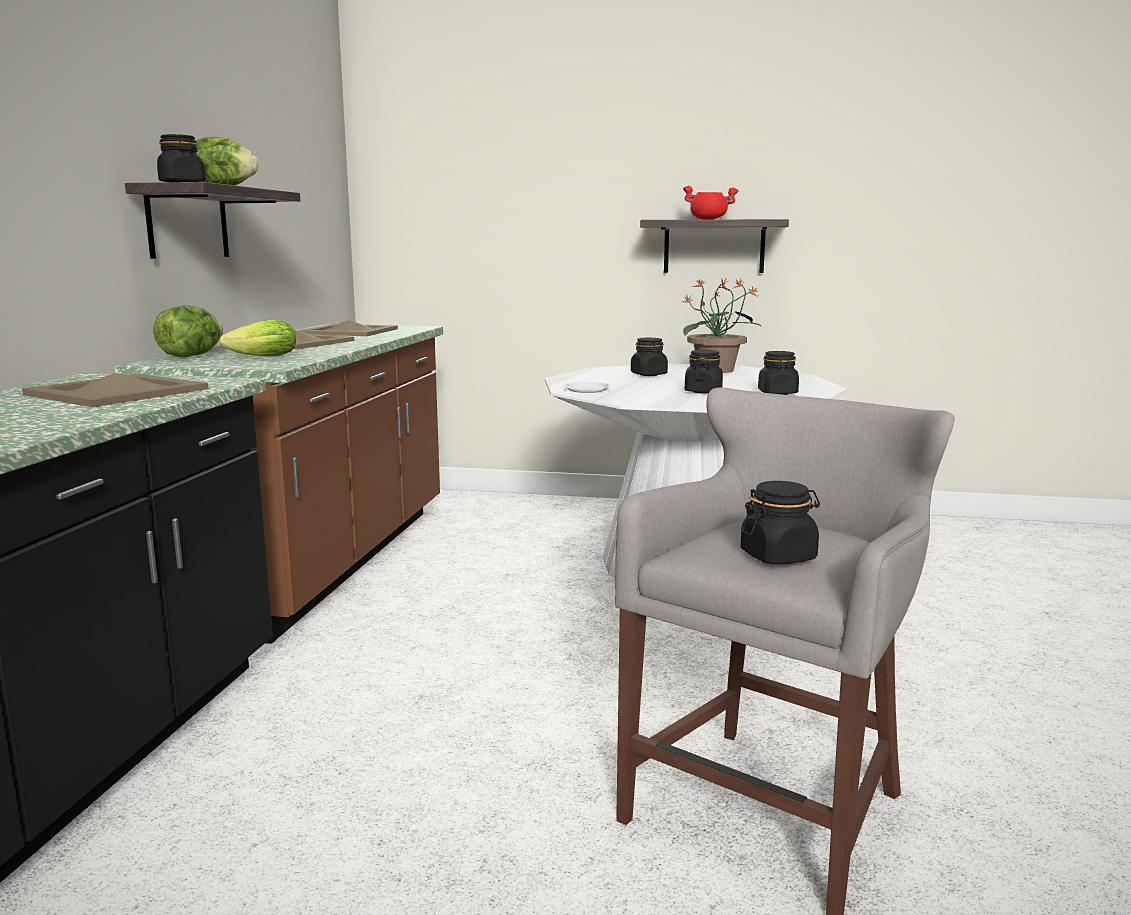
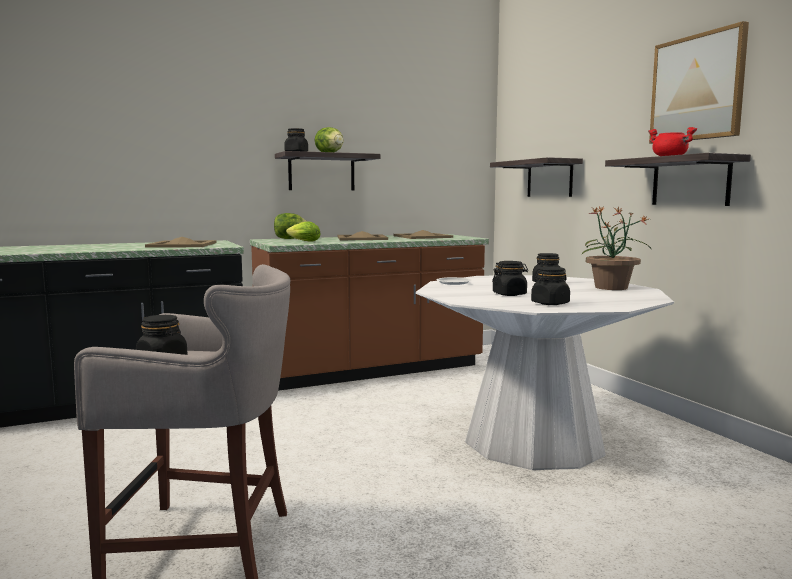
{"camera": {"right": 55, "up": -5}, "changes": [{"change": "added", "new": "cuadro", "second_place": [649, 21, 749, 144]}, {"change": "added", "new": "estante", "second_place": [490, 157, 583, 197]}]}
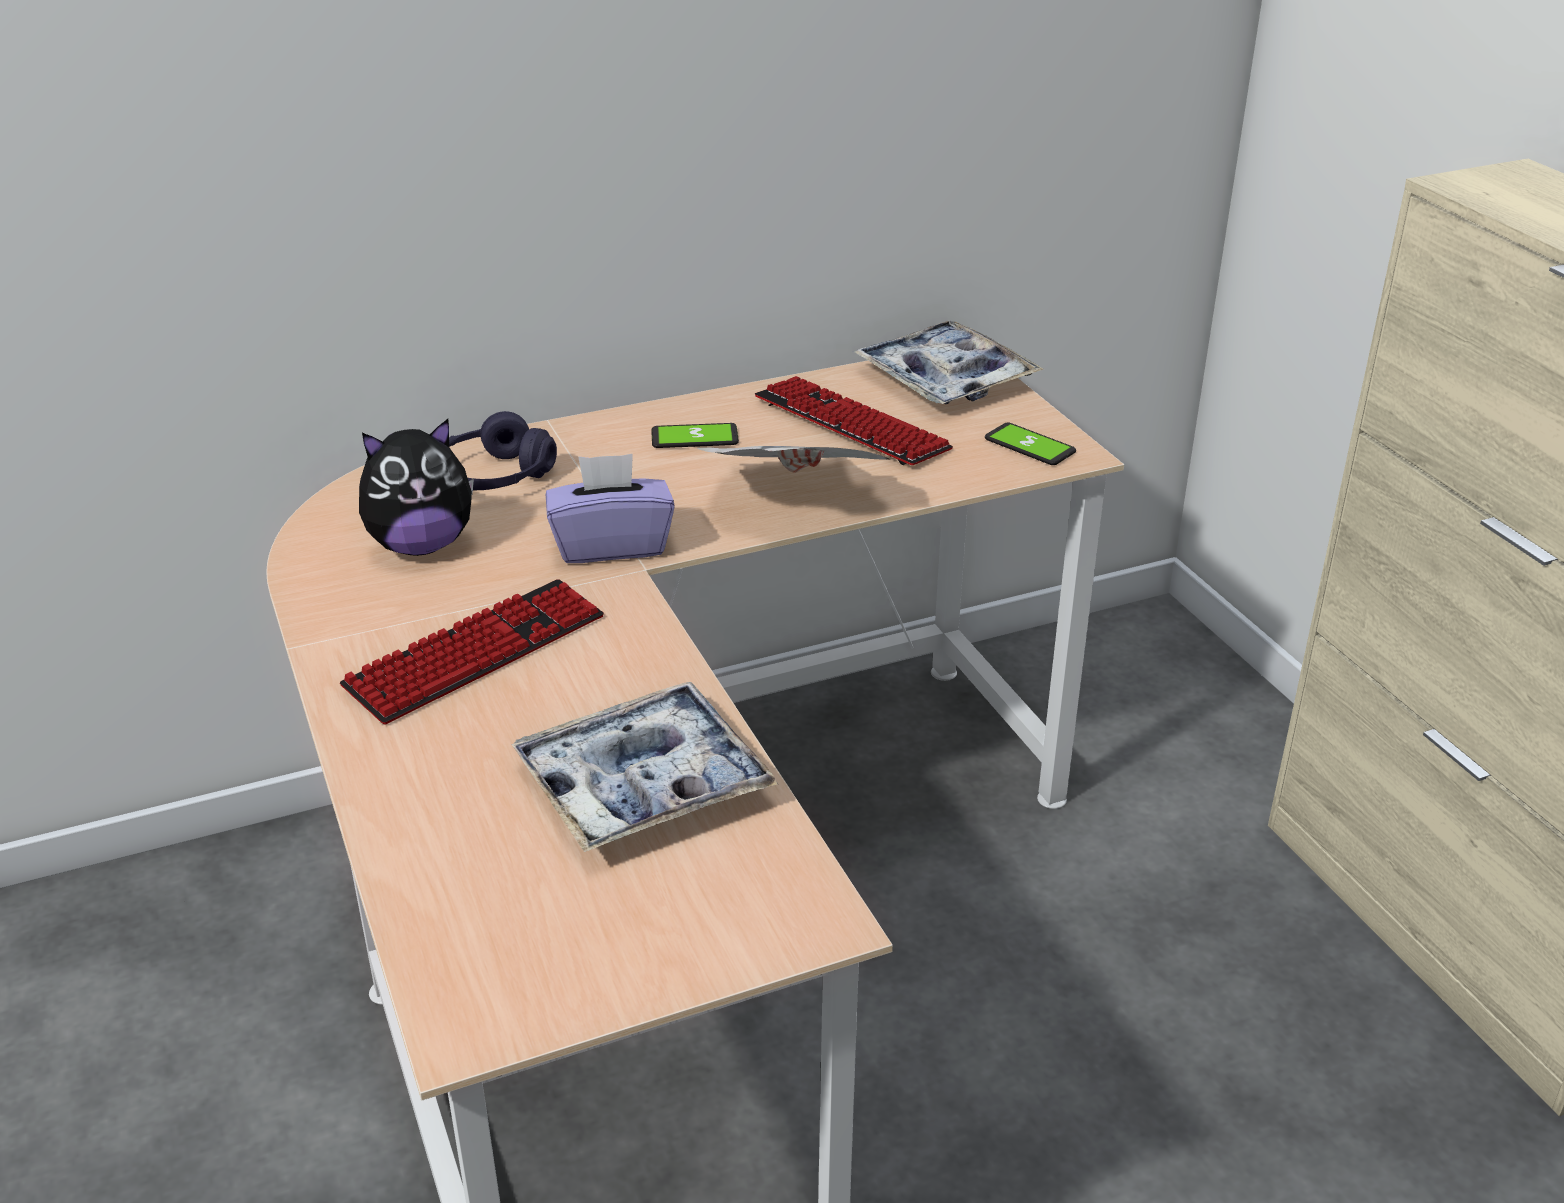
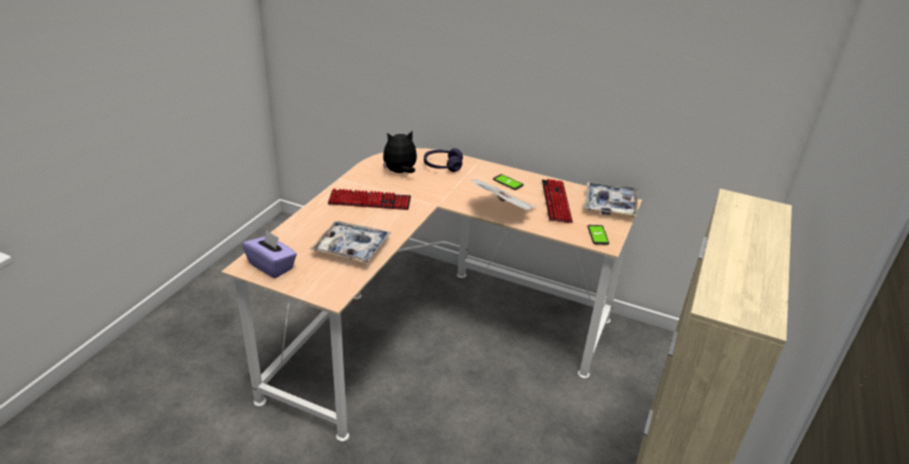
{"camera": {"right": 45, "up": 0}, "changes": [{"change": "turned", "old": "peluche", "first_place": [359, 419, 474, 556], "second_place": [383, 131, 417, 173], "degrees": 135}, {"change": "moved", "old": "caja de pañuelos/morado", "first_place": [546, 454, 675, 563], "second_place": [242, 230, 297, 278]}]}
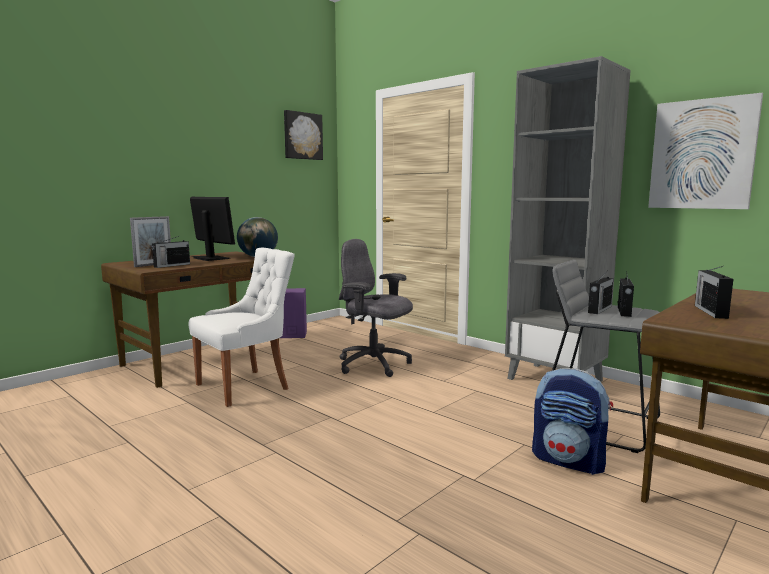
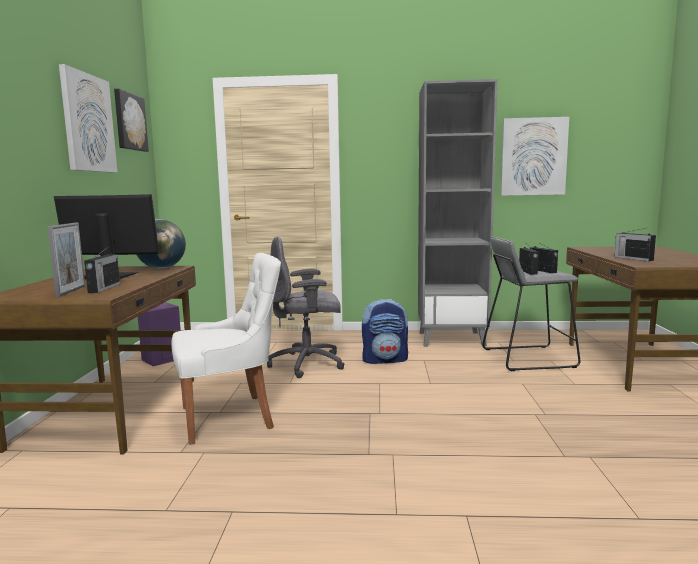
{"camera": {"right": -40, "up": 0}, "changes": [{"change": "turned", "old": "silla/blanco", "first_place": [188, 247, 295, 407], "second_place": [171, 253, 281, 445], "degrees": 60}, {"change": "moved", "old": "mochila", "first_place": [532, 368, 613, 475], "second_place": [362, 299, 408, 364]}, {"change": "added", "new": "cuadro", "second_place": [59, 64, 117, 173]}]}
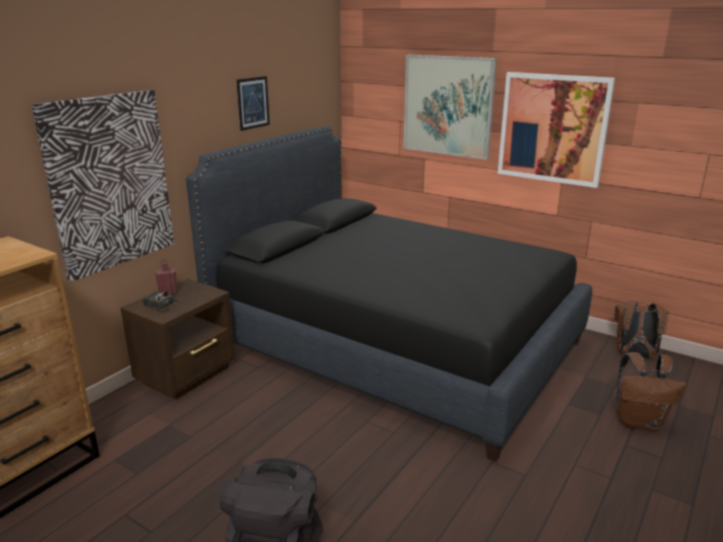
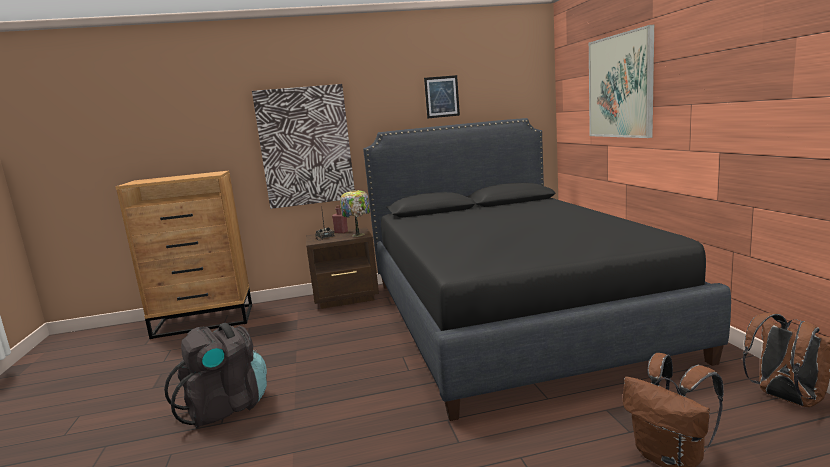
{"camera": {"right": 45, "up": -10}, "changes": [{"change": "removed", "old": "cuadro", "first_place": [498, 72, 615, 188]}, {"change": "added", "new": "lámpara de mesa", "second_place": [340, 190, 370, 237]}]}
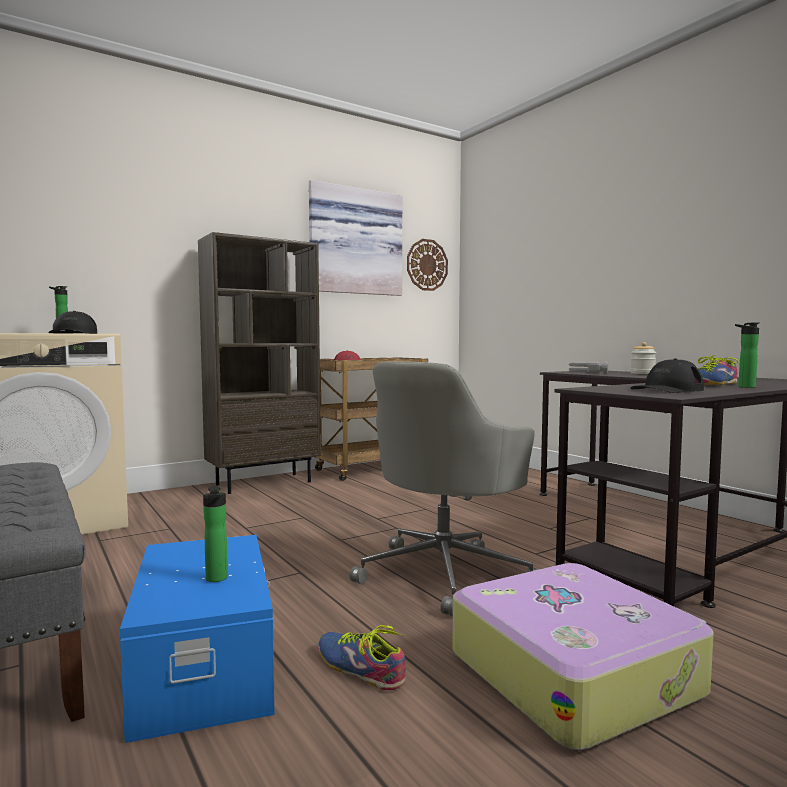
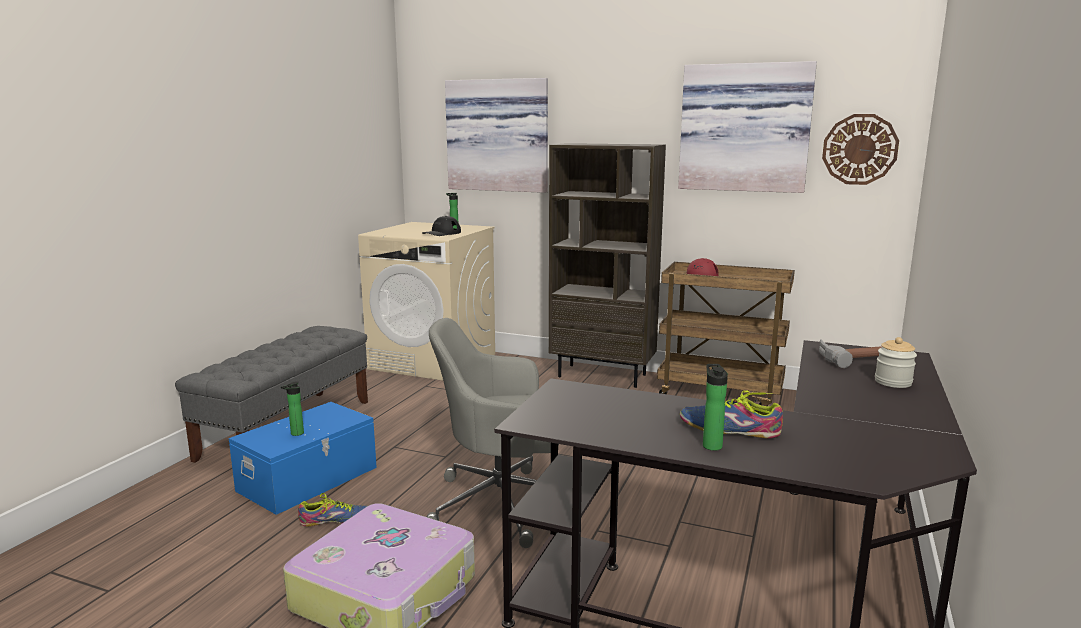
{"camera": {"right": 55, "up": 10}, "changes": [{"change": "removed", "old": "gorra/negro", "first_place": [630, 359, 704, 393]}, {"change": "turned", "old": "zapato", "first_place": [318, 625, 406, 690], "second_place": [298, 493, 367, 527], "degrees": 75}, {"change": "added", "new": "cuadro", "second_place": [445, 78, 548, 193]}]}
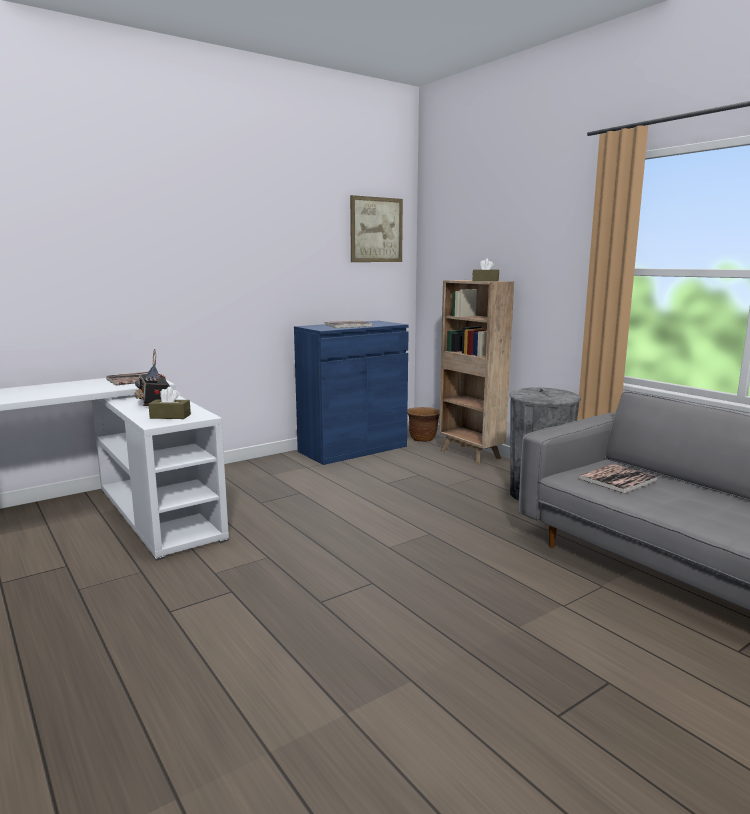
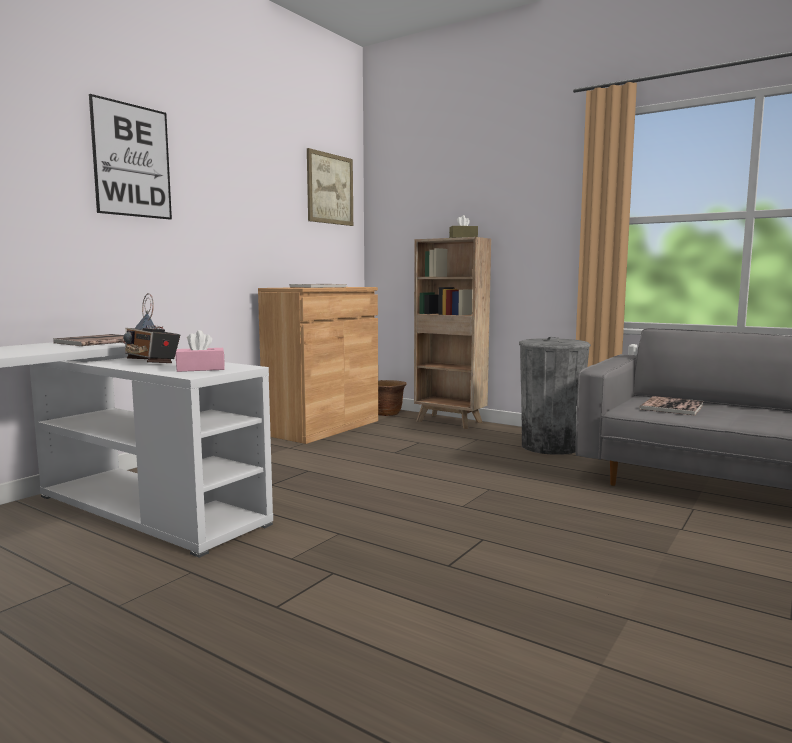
{"camera": {"right": -20, "up": -5}, "changes": [{"change": "recoloured", "old": "armario/azul", "new": "armario/marrón", "first_place": [294, 321, 409, 465], "second_place": [258, 287, 378, 444]}, {"change": "recoloured", "old": "caja de pañuelos/marrón", "new": "caja de pañuelos/rosa", "first_place": [148, 387, 191, 419], "second_place": [176, 330, 225, 372]}, {"change": "added", "new": "cuadro", "second_place": [89, 94, 172, 220]}]}
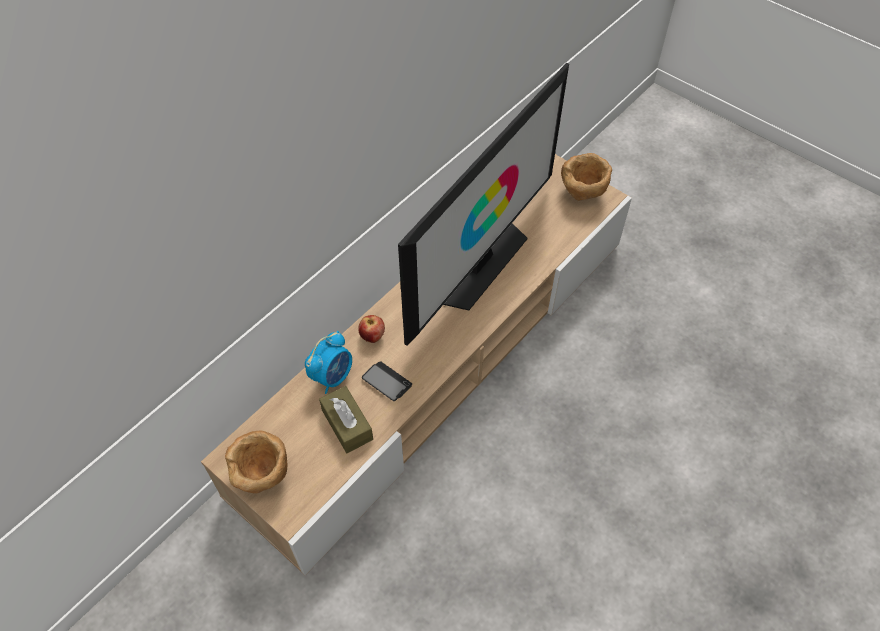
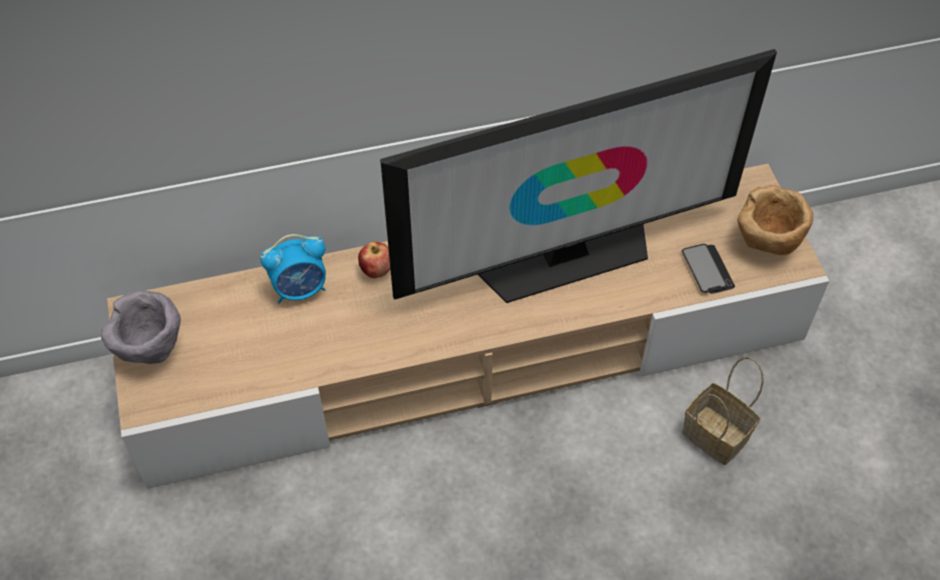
{"camera": {"right": 35, "up": 0}, "changes": [{"change": "moved", "old": "móvil", "first_place": [362, 361, 412, 401], "second_place": [682, 244, 735, 294]}, {"change": "removed", "old": "caja de pañuelos/marrón", "first_place": [319, 386, 373, 453]}, {"change": "recoloured", "old": "cuenco/marrón", "new": "cuenco/gris", "first_place": [225, 431, 288, 494], "second_place": [101, 290, 181, 364]}, {"change": "added", "new": "cesta", "second_place": [682, 357, 764, 465]}]}
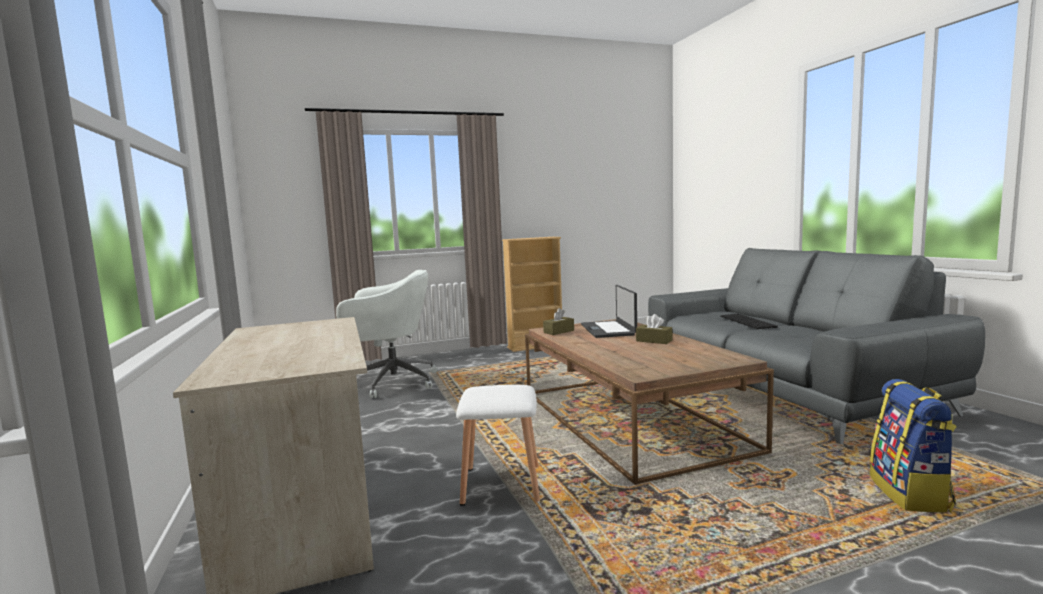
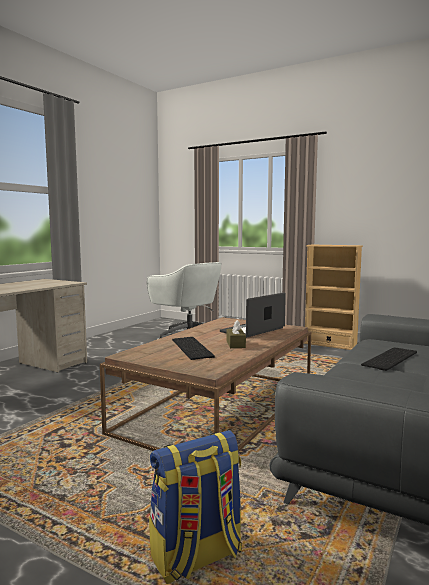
{"camera": {"right": 50, "up": 0}, "changes": [{"change": "removed", "old": "caja de pañuelos/marrón", "first_place": [543, 308, 574, 335]}, {"change": "removed", "old": "taburete/blanco", "first_place": [456, 385, 540, 506]}, {"change": "added", "new": "teclado", "second_place": [172, 337, 215, 360]}]}
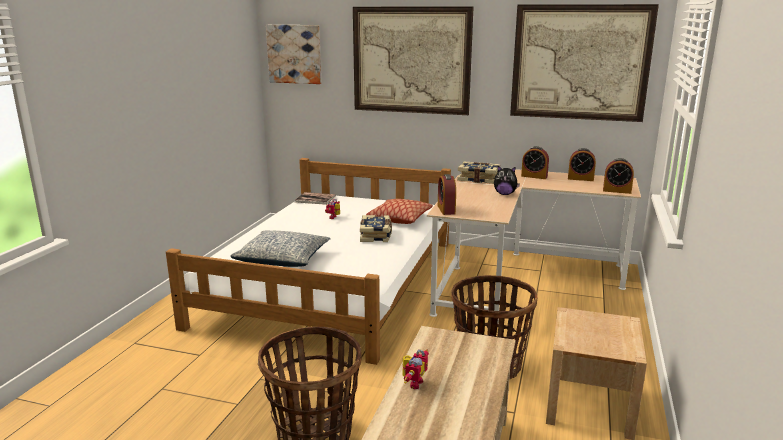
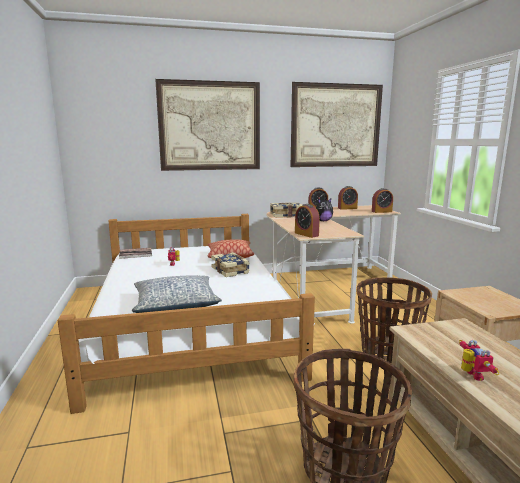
{"camera": {"right": -30, "up": -5}, "changes": [{"change": "removed", "old": "cuadro", "first_place": [266, 25, 321, 84]}]}
